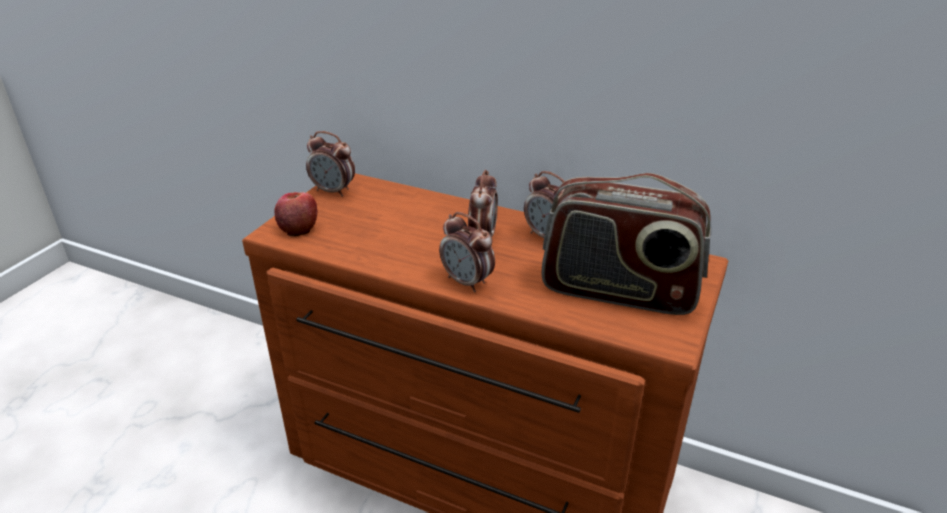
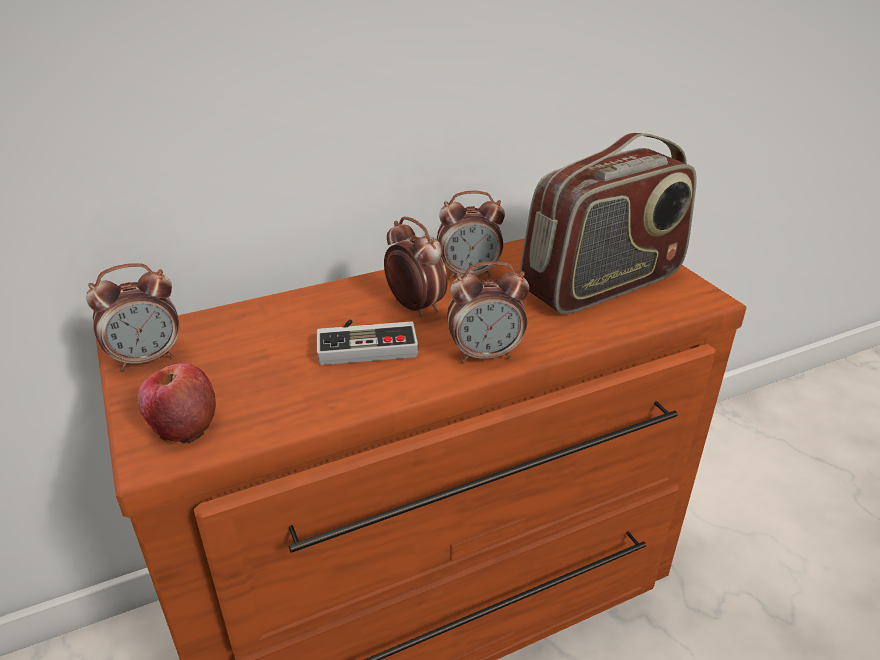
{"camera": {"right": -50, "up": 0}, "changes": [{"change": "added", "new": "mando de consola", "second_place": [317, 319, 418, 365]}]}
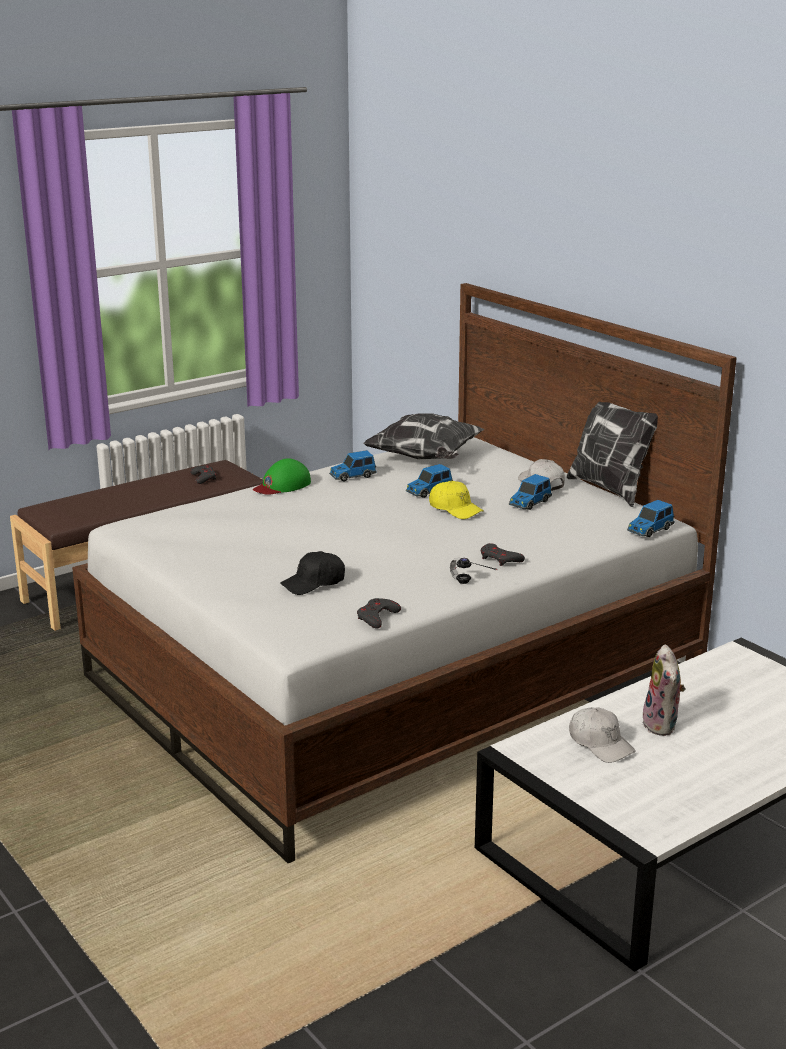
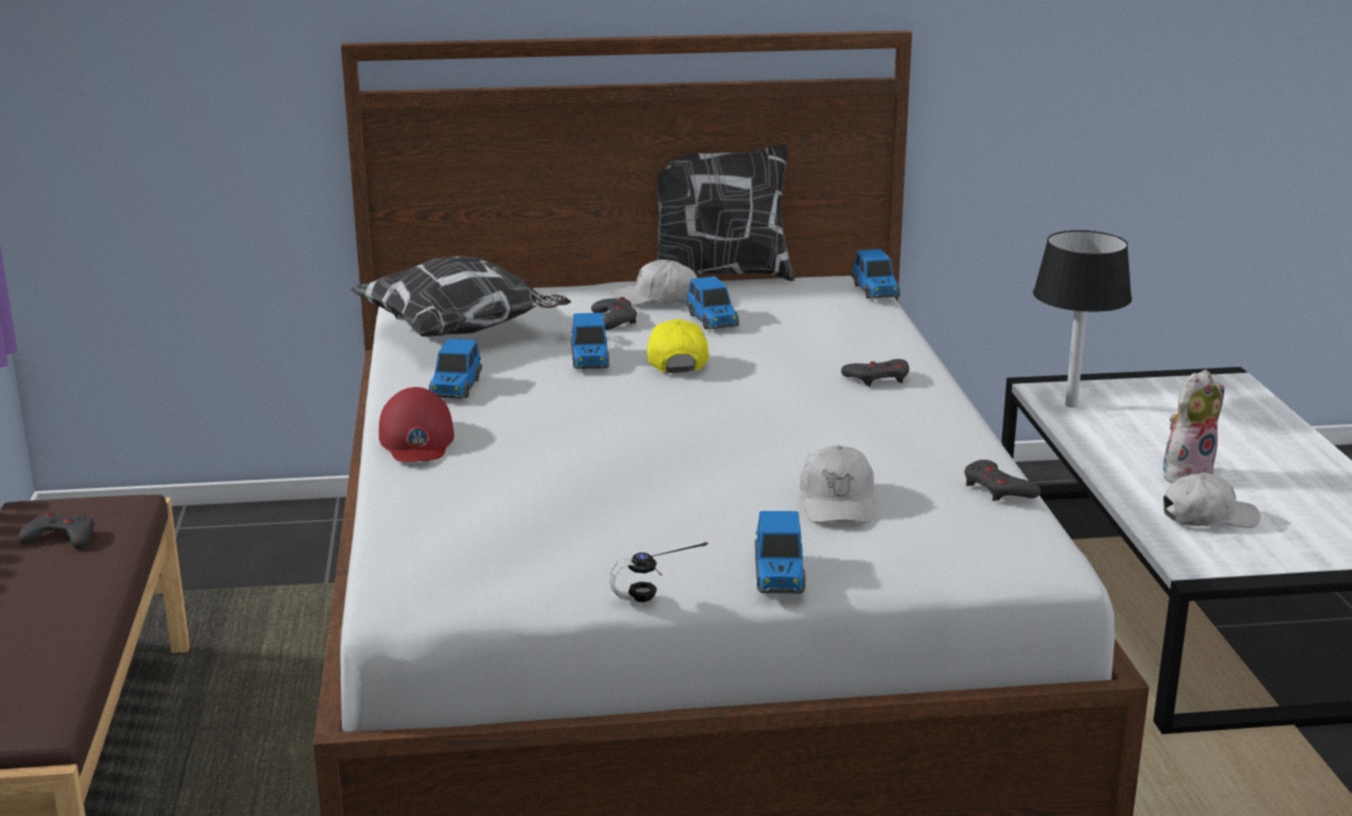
{"camera": {"right": -60, "up": 0}, "changes": [{"change": "recoloured", "old": "gorra/verde", "new": "gorra/rojo", "first_place": [253, 458, 311, 495], "second_place": [379, 387, 454, 462]}, {"change": "turned", "old": "gorra/amarillo", "first_place": [429, 481, 484, 519], "second_place": [647, 319, 709, 373], "degrees": -75}, {"change": "recoloured", "old": "gorra/negro", "new": "gorra/blanco", "first_place": [281, 551, 345, 595], "second_place": [799, 445, 874, 523]}, {"change": "moved", "old": "auriculares", "first_place": [450, 558, 497, 584], "second_place": [609, 542, 708, 602]}, {"change": "turned", "old": "peluche", "first_place": [642, 644, 685, 736], "second_place": [1163, 370, 1224, 483], "degrees": -60}, {"change": "added", "new": "lámpara de mesa/negro", "second_place": [1033, 230, 1132, 408]}, {"change": "added", "new": "mando de consola/gris", "second_place": [591, 297, 637, 330]}, {"change": "added", "new": "coche de juguete", "second_place": [755, 511, 805, 593]}]}
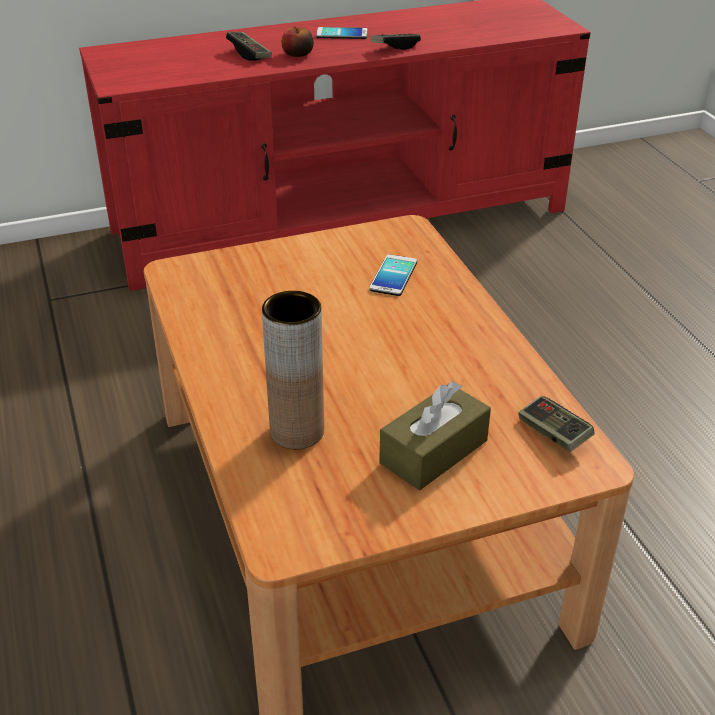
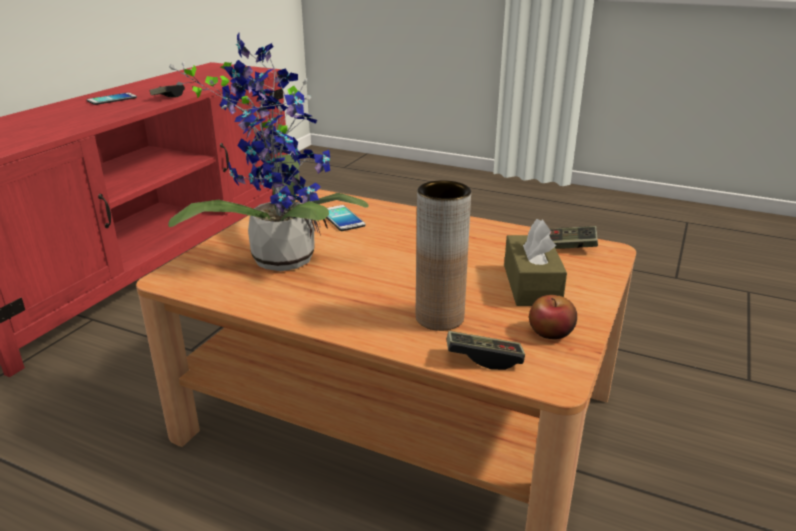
{"camera": {"right": -45, "up": -10}, "changes": [{"change": "moved", "old": "manzana", "first_place": [282, 26, 314, 57], "second_place": [529, 295, 577, 339]}, {"change": "moved", "old": "mando de consola", "first_place": [226, 32, 272, 61], "second_place": [447, 331, 525, 370]}, {"change": "added", "new": "planta en maceta", "second_place": [168, 33, 369, 271]}]}
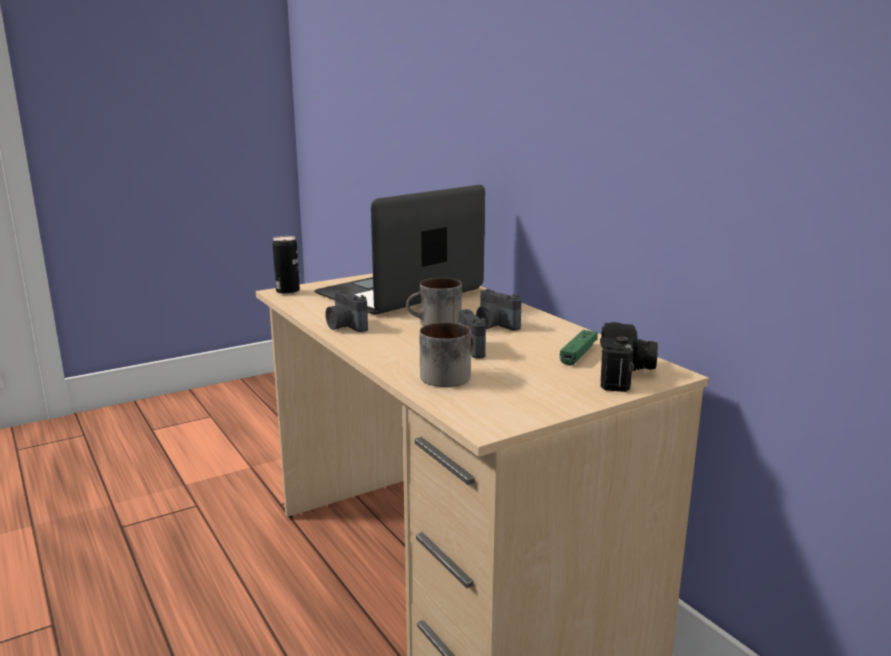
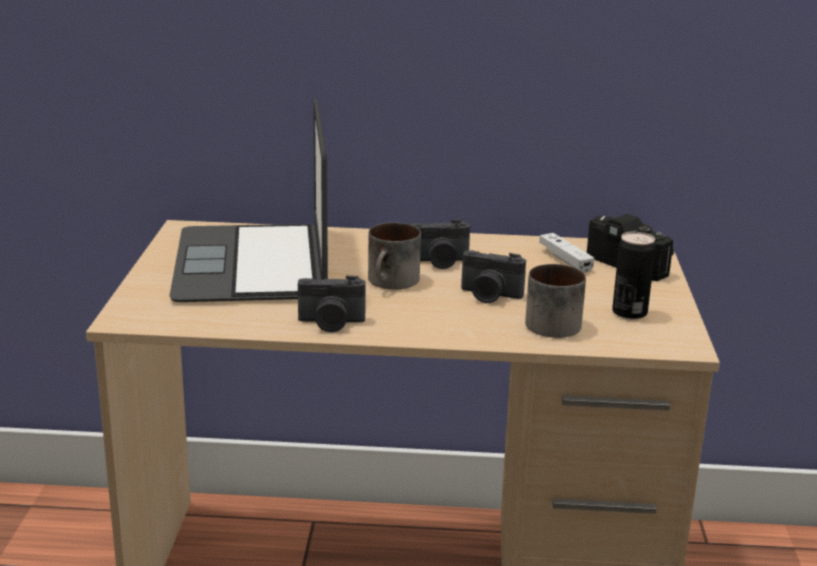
{"camera": {"right": -55, "up": 5}, "changes": [{"change": "moved", "old": "lata", "first_place": [272, 236, 300, 294], "second_place": [612, 232, 656, 320]}, {"change": "recoloured", "old": "mando de consola/verde", "new": "mando de consola/blanco", "first_place": [560, 330, 598, 365], "second_place": [539, 233, 594, 273]}]}
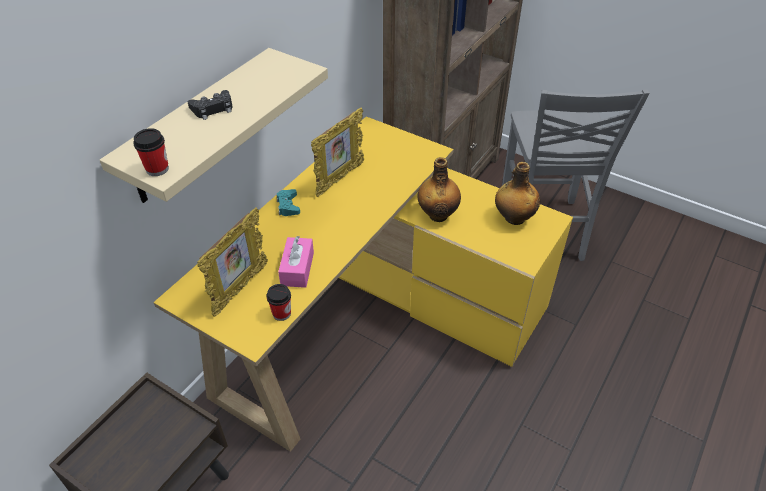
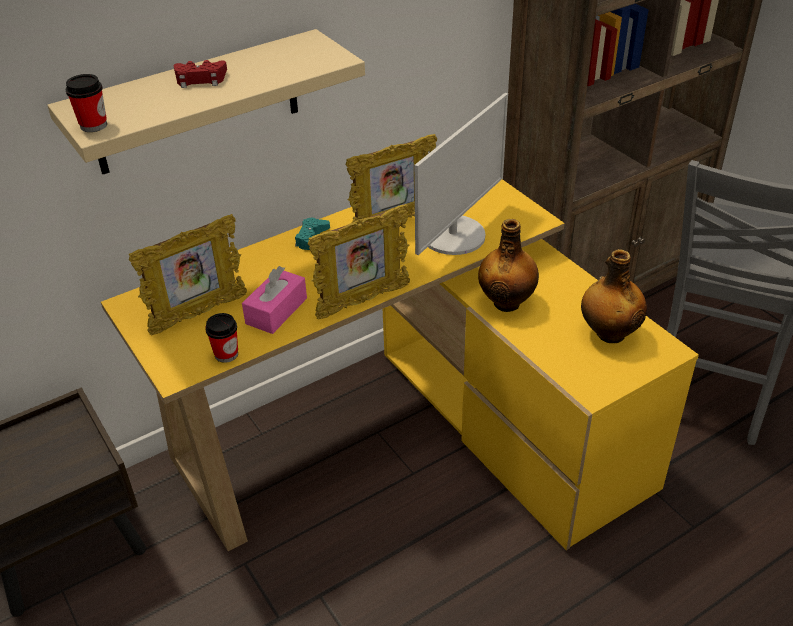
{"camera": {"right": 25, "up": -5}, "changes": [{"change": "recoloured", "old": "mando de consola/negro", "new": "mando de consola/rojo", "first_place": [188, 90, 233, 120], "second_place": [173, 60, 227, 88]}, {"change": "added", "new": "monitor", "second_place": [414, 93, 508, 255]}, {"change": "added", "new": "portarretratos", "second_place": [308, 204, 410, 320]}]}
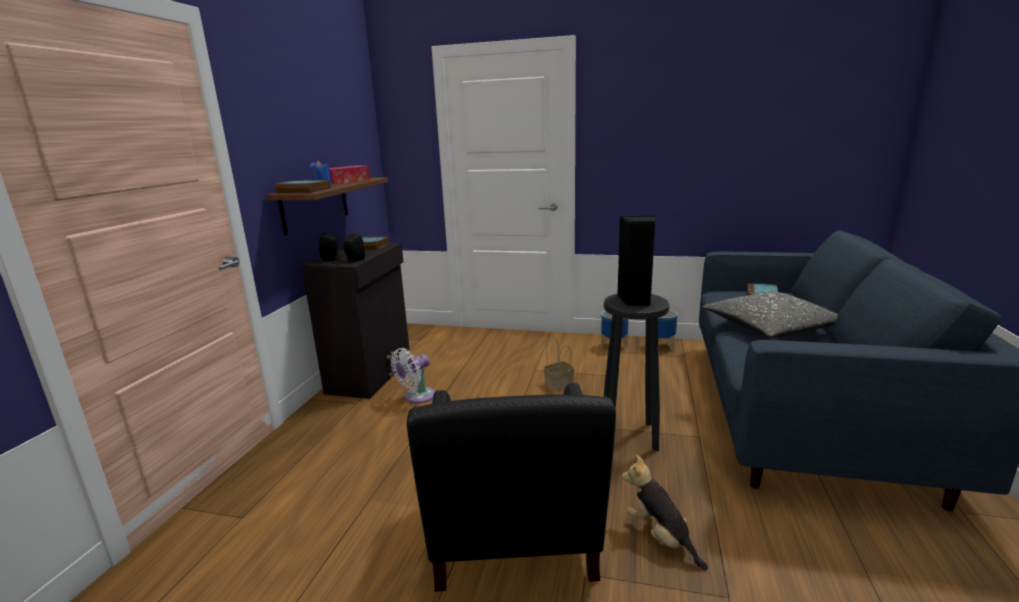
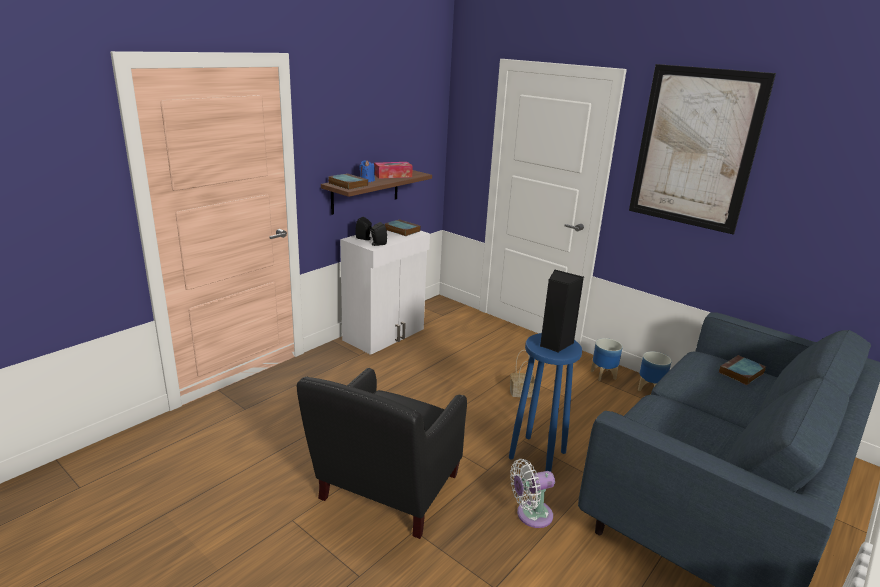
{"camera": {"right": 25, "up": 5}, "changes": [{"change": "recoloured", "old": "armario/negro", "new": "armario/blanco", "first_place": [302, 243, 410, 399], "second_place": [340, 230, 430, 355]}, {"change": "removed", "old": "cojín/gris", "first_place": [702, 291, 838, 337]}, {"change": "recoloured", "old": "taburete/negro", "new": "taburete/azul", "first_place": [604, 294, 670, 451], "second_place": [509, 333, 582, 472]}, {"change": "moved", "old": "ventilador/blanco", "first_place": [391, 348, 435, 404], "second_place": [510, 459, 555, 528]}, {"change": "removed", "old": "peluche", "first_place": [622, 455, 708, 570]}, {"change": "added", "new": "cuadro", "second_place": [629, 64, 776, 235]}]}
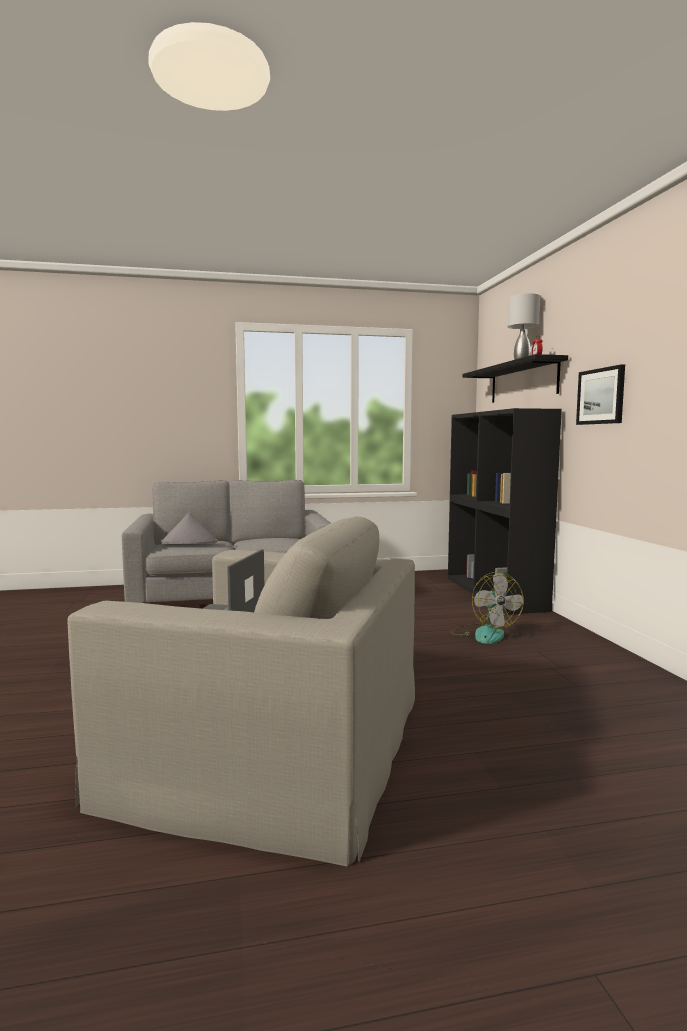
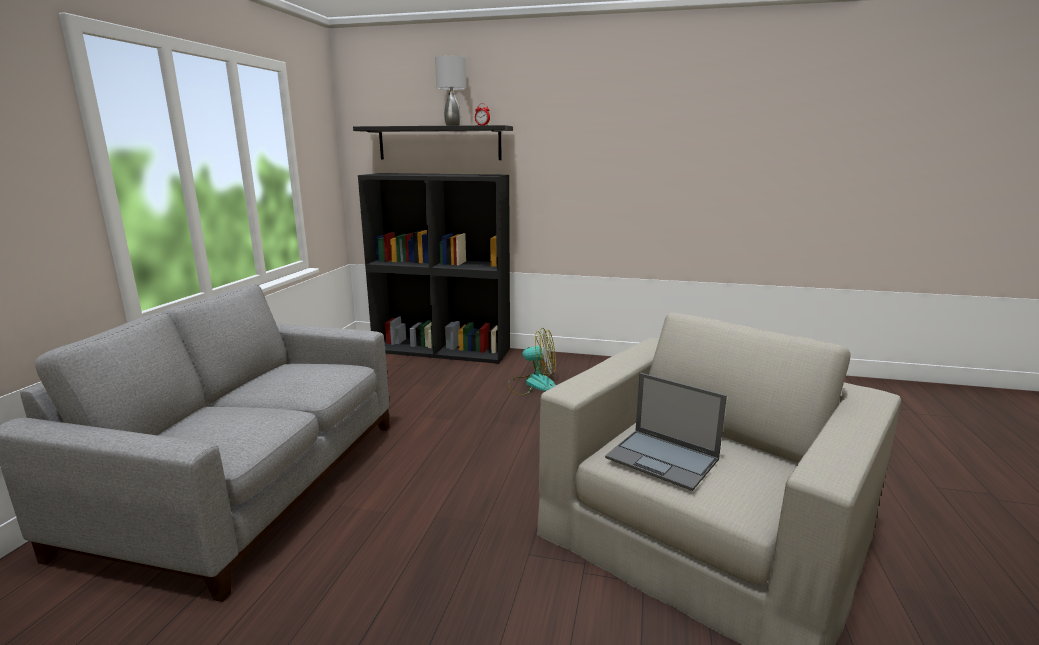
{"camera": {"right": -65, "up": 10}, "changes": [{"change": "removed", "old": "cuadro", "first_place": [576, 364, 625, 425]}, {"change": "removed", "old": "sombrero/gris", "first_place": [160, 512, 218, 544]}]}
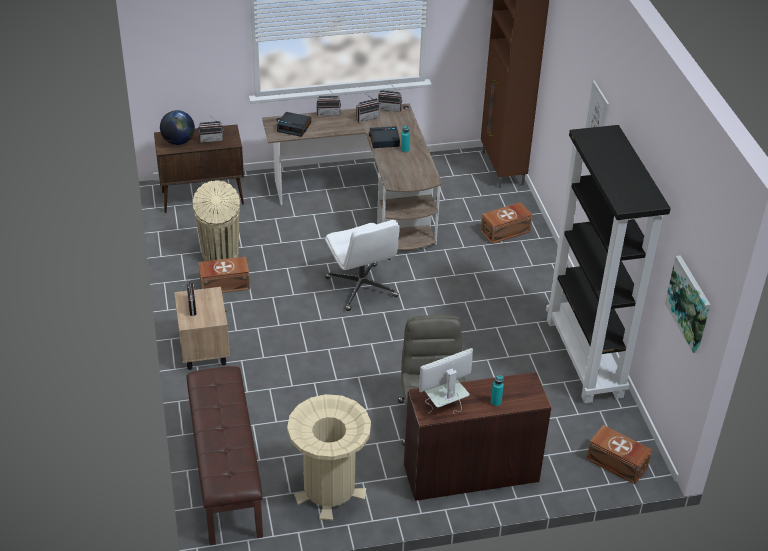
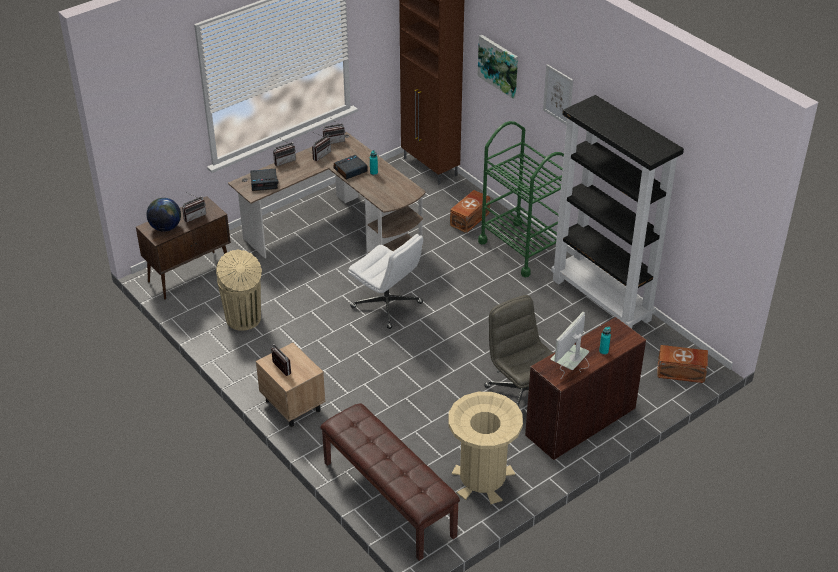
{"camera": {"right": -25, "up": 0}, "changes": [{"change": "moved", "old": "cuadro", "first_place": [665, 255, 710, 353], "second_place": [478, 35, 518, 99]}, {"change": "removed", "old": "caja de almacenaje/marrón", "first_place": [199, 257, 250, 293]}, {"change": "added", "new": "carrito/verde", "second_place": [478, 121, 564, 278]}]}
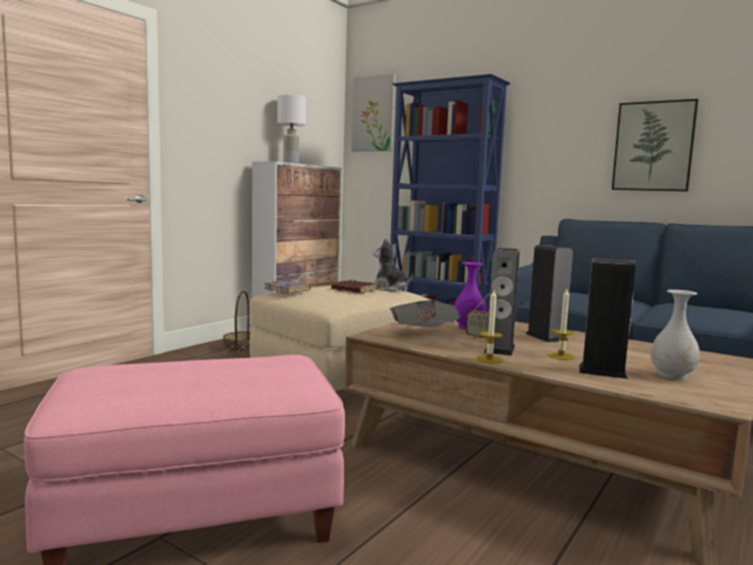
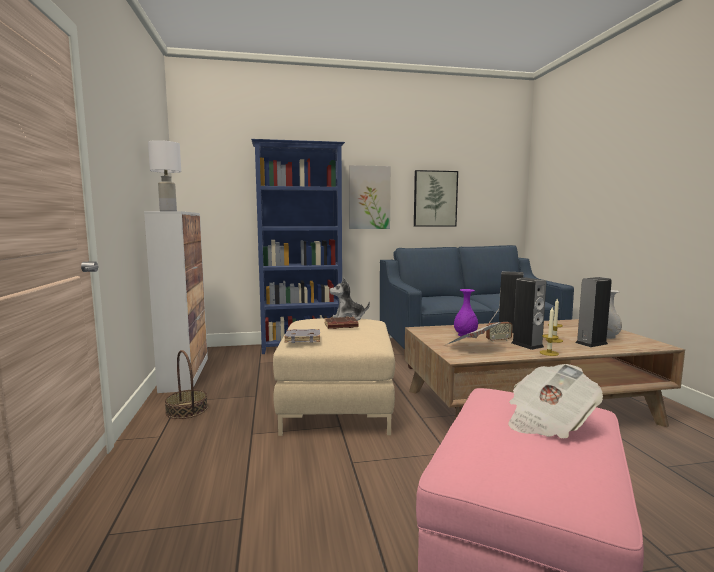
{"camera": {"right": -45, "up": 0}, "changes": [{"change": "moved", "old": "cuadro", "first_place": [352, 74, 396, 151], "second_place": [349, 165, 391, 229]}, {"change": "added", "new": "periódico", "second_place": [508, 364, 603, 439]}]}
